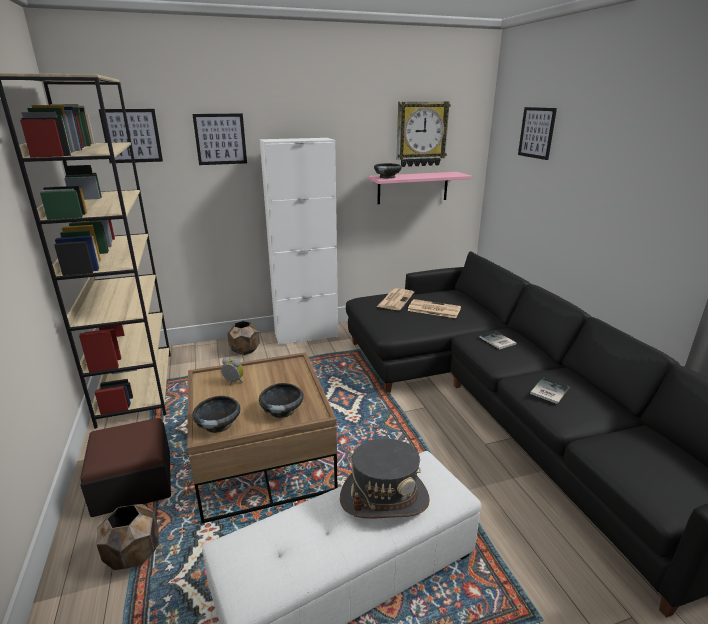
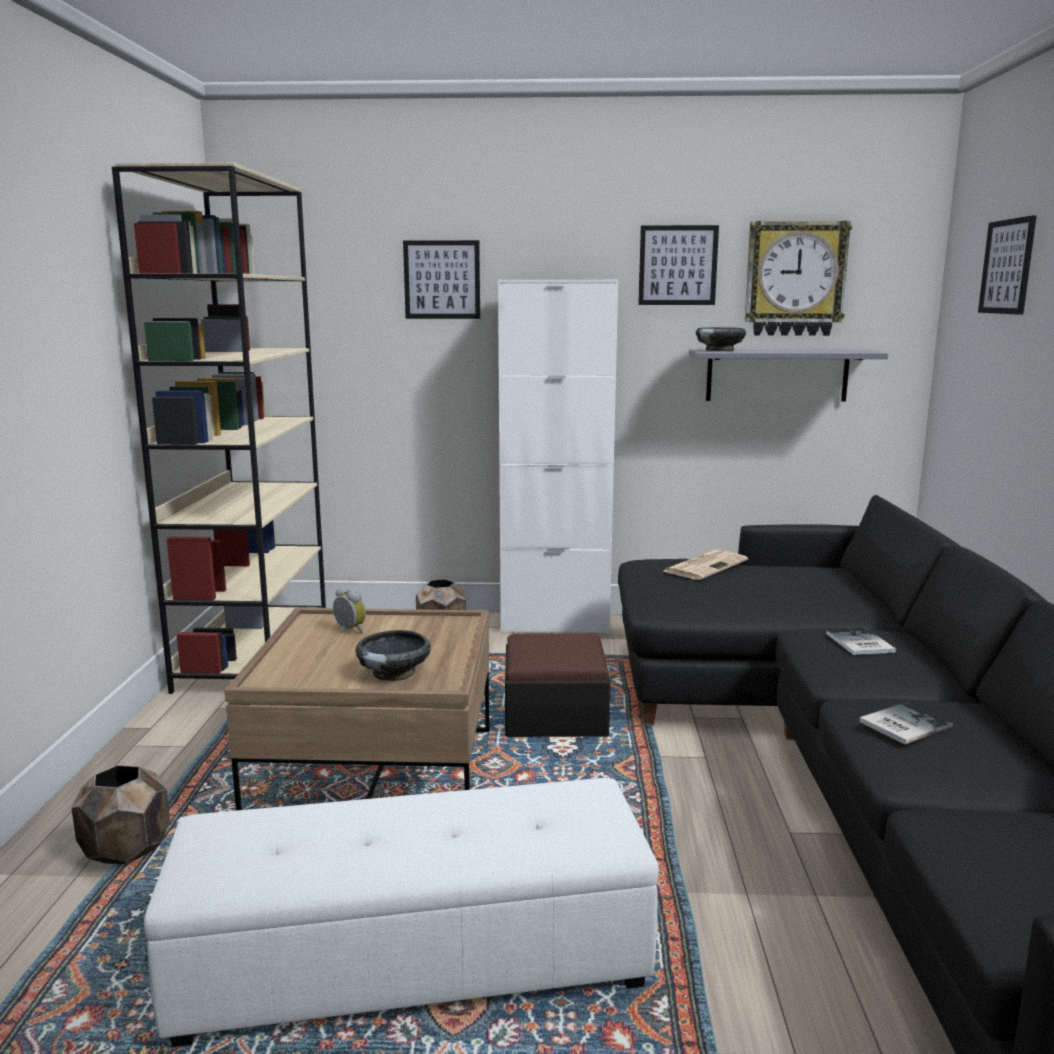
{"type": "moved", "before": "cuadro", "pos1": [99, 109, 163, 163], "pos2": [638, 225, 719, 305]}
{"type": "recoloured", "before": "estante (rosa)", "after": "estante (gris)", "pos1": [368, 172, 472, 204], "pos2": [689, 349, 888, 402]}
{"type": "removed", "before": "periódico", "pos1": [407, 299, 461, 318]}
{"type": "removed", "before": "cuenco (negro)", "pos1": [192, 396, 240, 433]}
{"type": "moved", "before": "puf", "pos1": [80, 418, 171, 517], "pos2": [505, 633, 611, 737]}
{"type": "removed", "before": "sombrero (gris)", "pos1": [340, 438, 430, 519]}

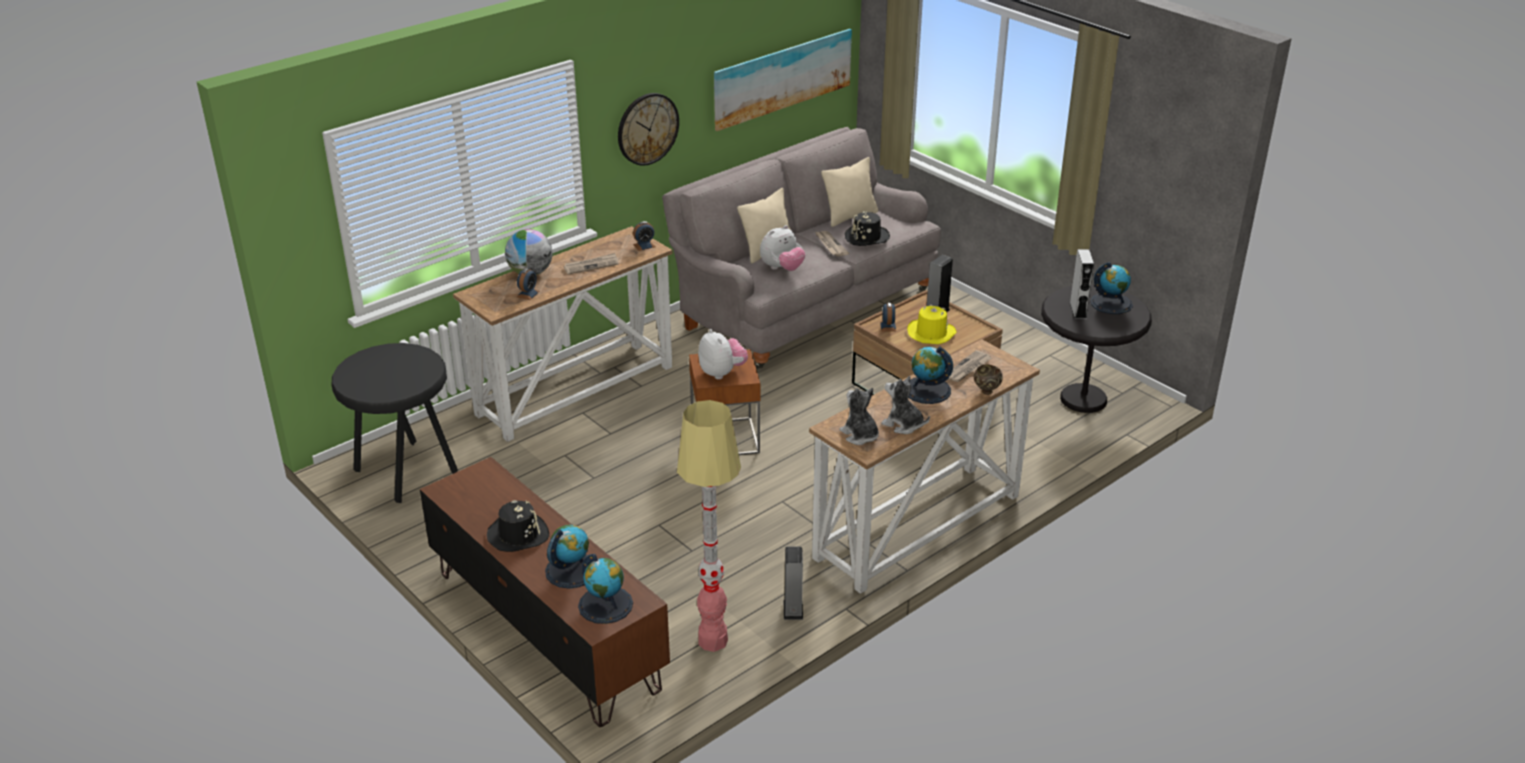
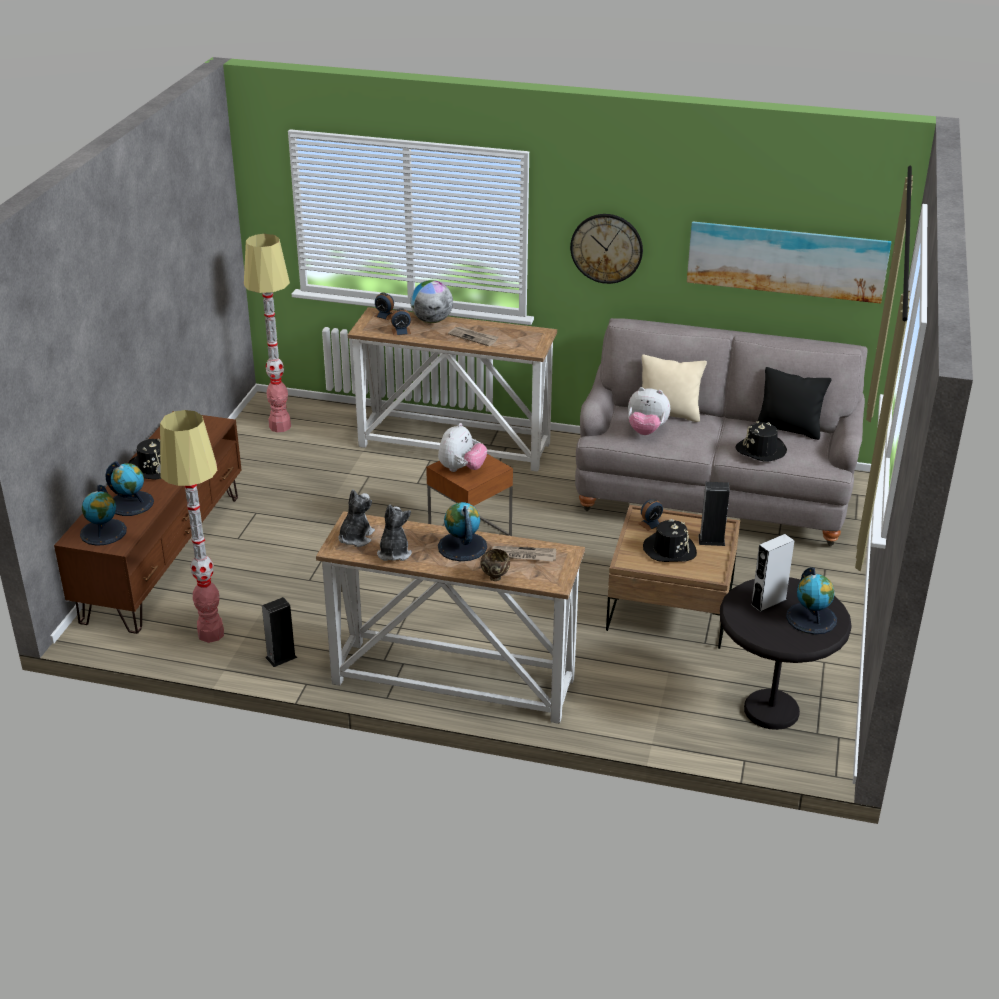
{"type": "recoloured", "before": "cojín (beis)", "after": "cojín (negro)", "pos1": [821, 157, 878, 227], "pos2": [757, 367, 831, 440]}
{"type": "moved", "before": "despertador", "pos1": [633, 221, 655, 251], "pos2": [374, 292, 394, 320]}
{"type": "removed", "before": "periódico", "pos1": [815, 231, 849, 257]}
{"type": "recoloured", "before": "sombrero (amarillo)", "after": "sombrero (negro)", "pos1": [907, 304, 957, 344], "pos2": [643, 519, 697, 562]}
{"type": "replaced", "before": "taburete (negro)", "after": "lámpara de pie", "pos1": [332, 343, 458, 503], "pos2": [244, 234, 291, 432]}

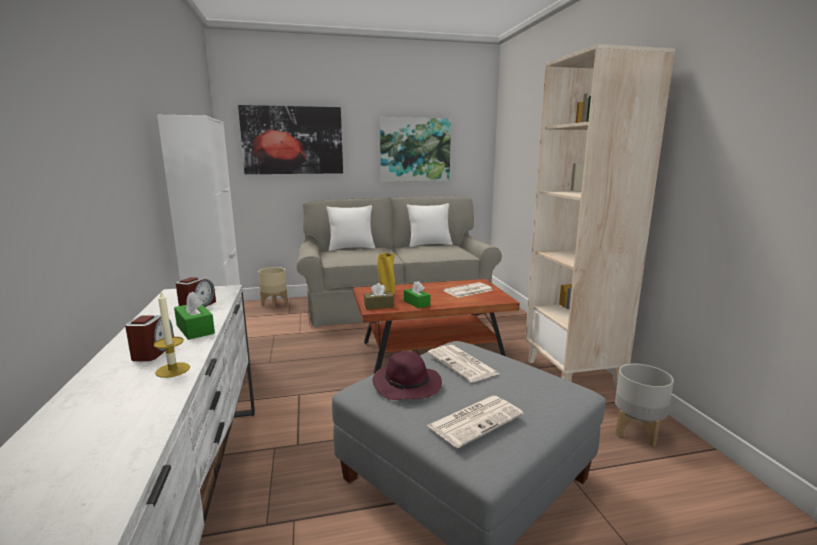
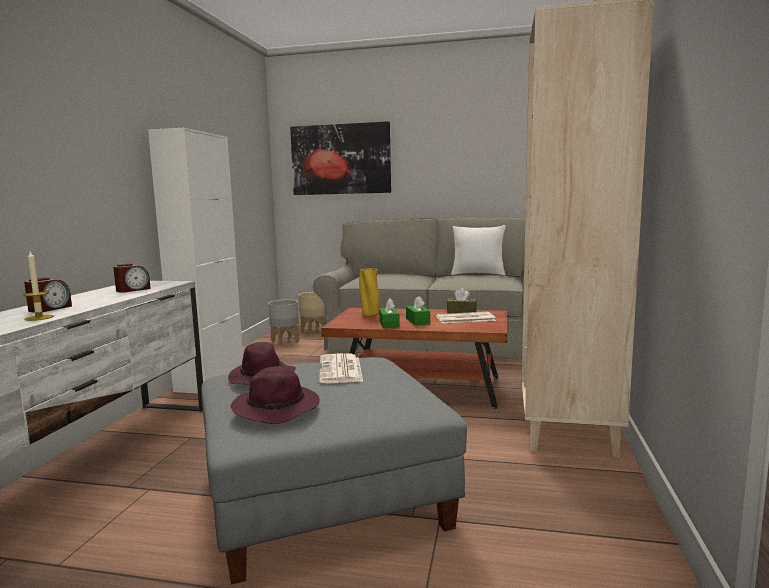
{"type": "removed", "before": "cuadro", "pos1": [380, 117, 451, 182]}
{"type": "removed", "before": "cojín (blanco)", "pos1": [326, 205, 375, 251]}
{"type": "moved", "before": "caja de pañuelos (marrón)", "pos1": [364, 283, 394, 309], "pos2": [447, 288, 477, 313]}
{"type": "moved", "before": "caja de pañuelos (verde)", "pos1": [174, 291, 215, 340], "pos2": [406, 296, 430, 325]}
{"type": "moved", "before": "maceta (gris)", "pos1": [615, 363, 674, 447], "pos2": [268, 300, 299, 345]}
{"type": "replaced", "before": "periódico", "after": "sombrero (morado)", "pos1": [427, 396, 524, 448], "pos2": [231, 366, 320, 424]}

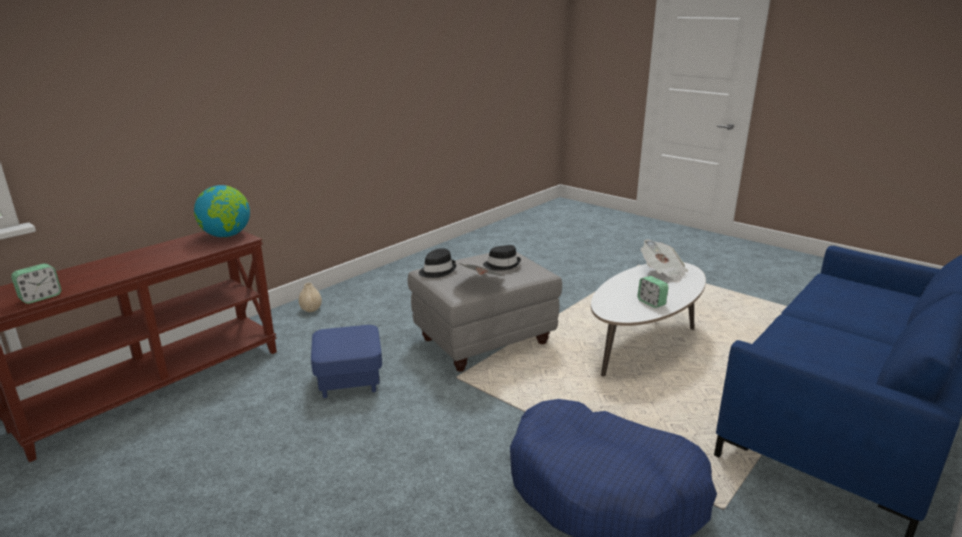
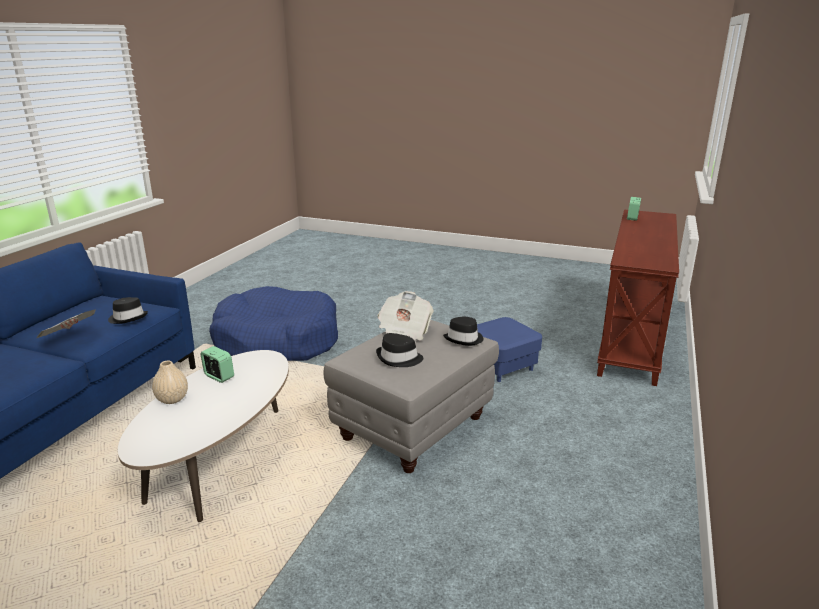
{"type": "removed", "before": "globo terráqueo", "pos1": [194, 185, 250, 237]}
{"type": "moved", "before": "periódico", "pos1": [641, 240, 688, 282], "pos2": [37, 310, 96, 338]}
{"type": "moved", "before": "florero (beis)", "pos1": [299, 283, 322, 312], "pos2": [152, 361, 188, 404]}
{"type": "added", "after": "sombrero (negro)", "pos2": [108, 297, 148, 324]}

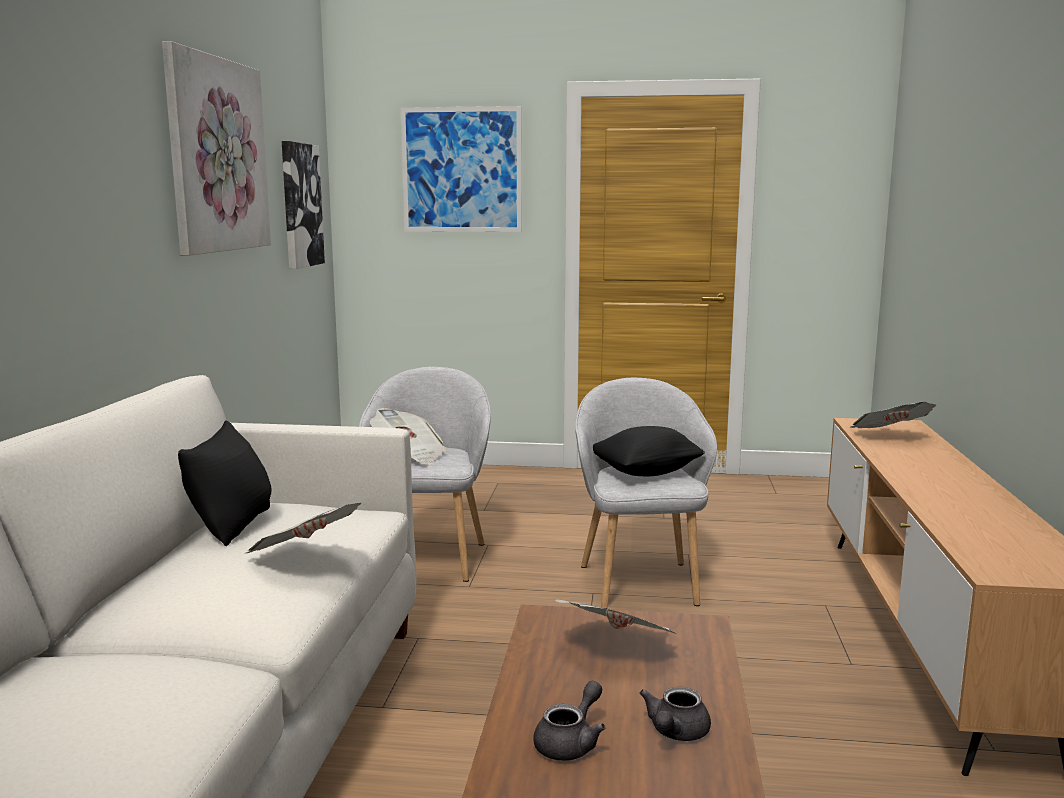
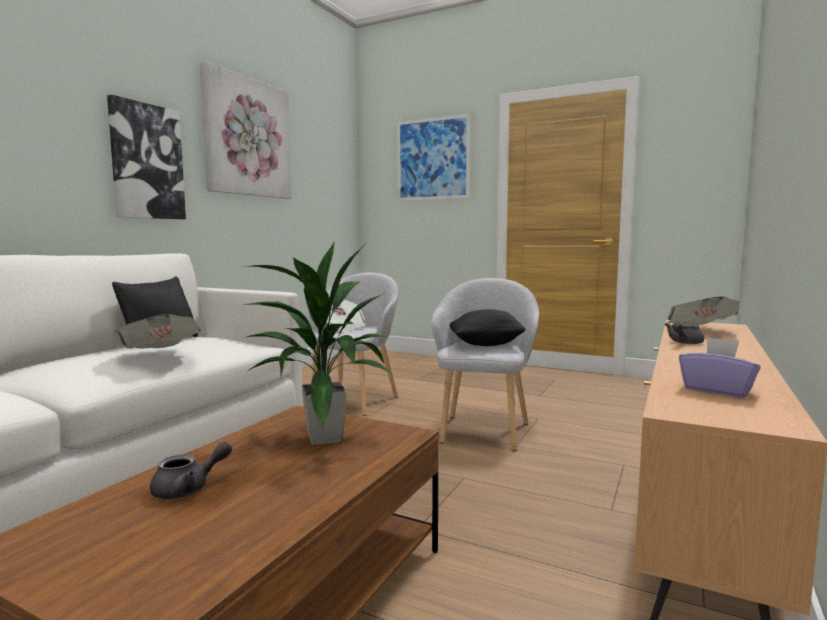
{"type": "moved", "before": "cuadro", "pos1": [282, 141, 325, 269], "pos2": [107, 95, 186, 219]}
{"type": "replaced", "before": "periódico", "after": "planta en maceta", "pos1": [556, 599, 676, 634], "pos2": [247, 241, 393, 445]}
{"type": "moved", "before": "tetera (gris)", "pos1": [639, 687, 711, 741], "pos2": [665, 322, 704, 344]}
{"type": "added", "after": "caja de pañuelos (morado)", "pos2": [679, 337, 761, 398]}

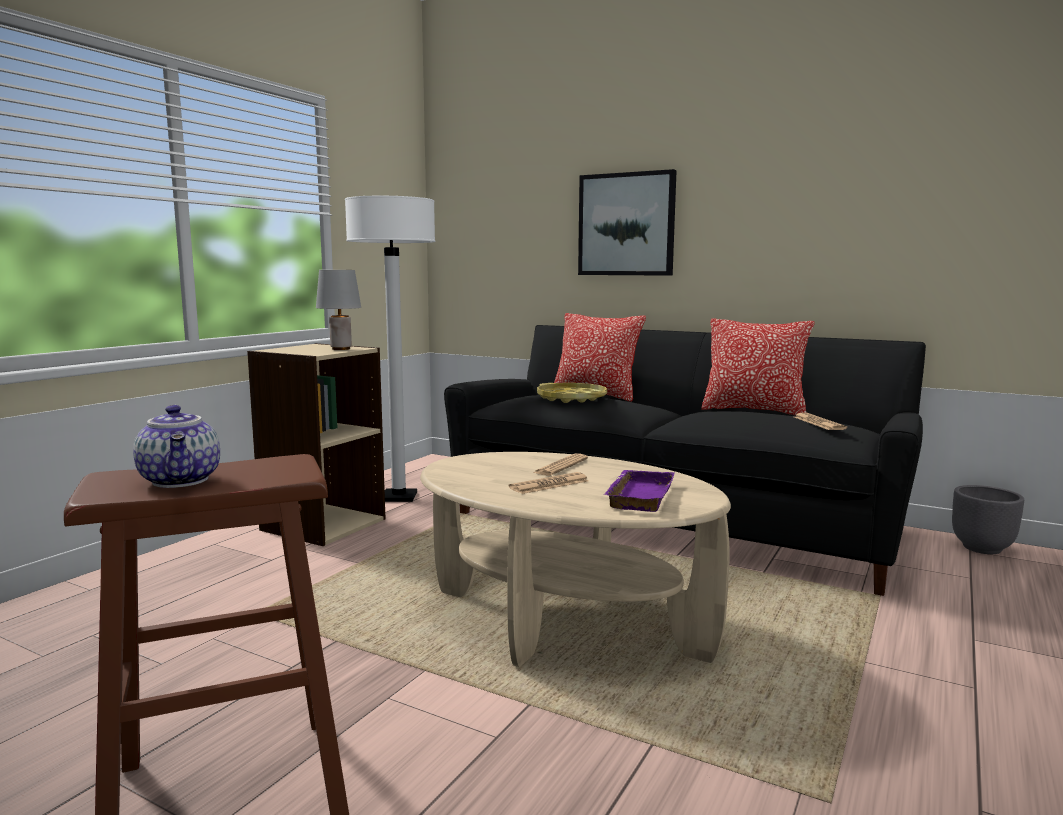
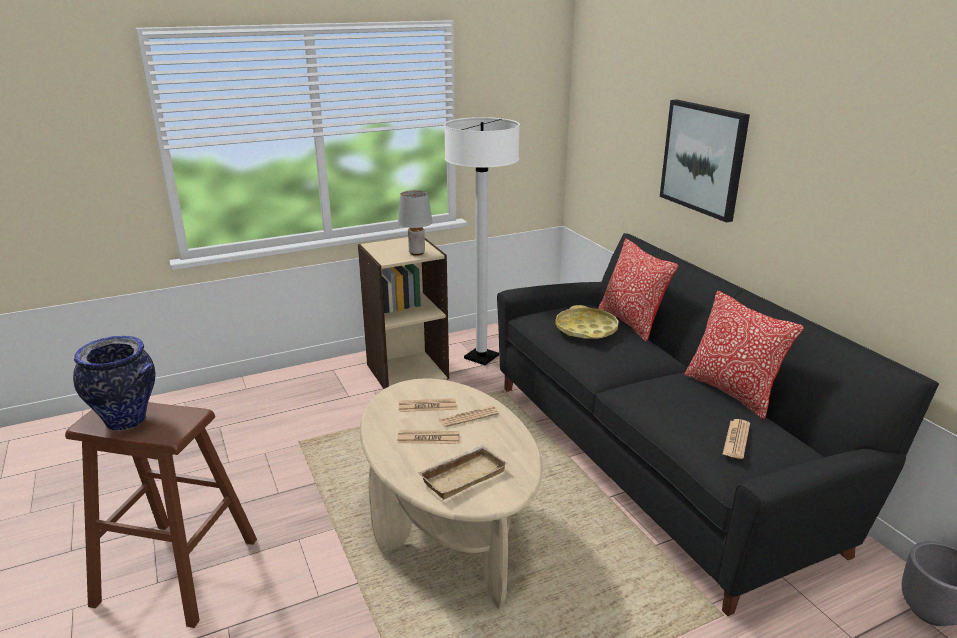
{"type": "replaced", "before": "tetera", "after": "florero", "pos1": [133, 405, 220, 488], "pos2": [73, 336, 156, 431]}
{"type": "recoloured", "before": "bandeja (morado)", "after": "bandeja (beis)", "pos1": [604, 470, 675, 512], "pos2": [418, 445, 508, 499]}
{"type": "added", "after": "periódico", "pos2": [399, 398, 456, 412]}

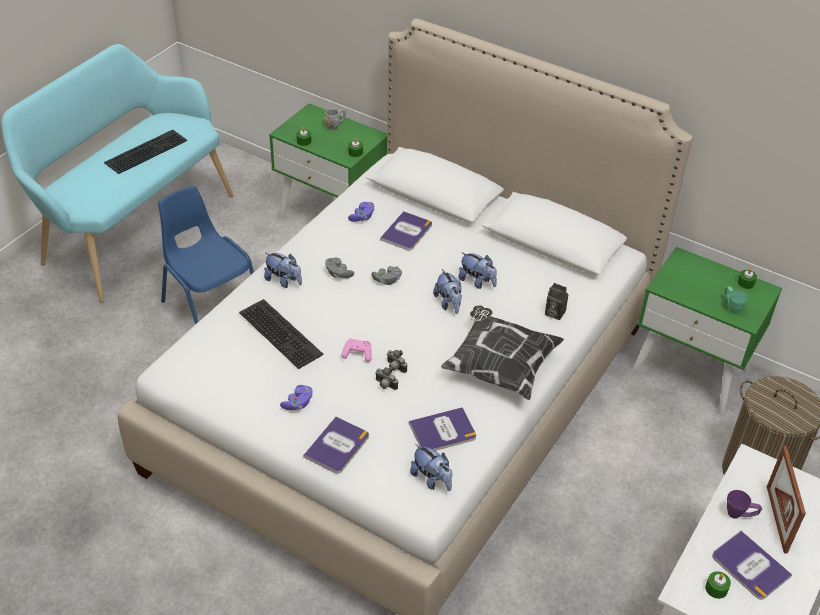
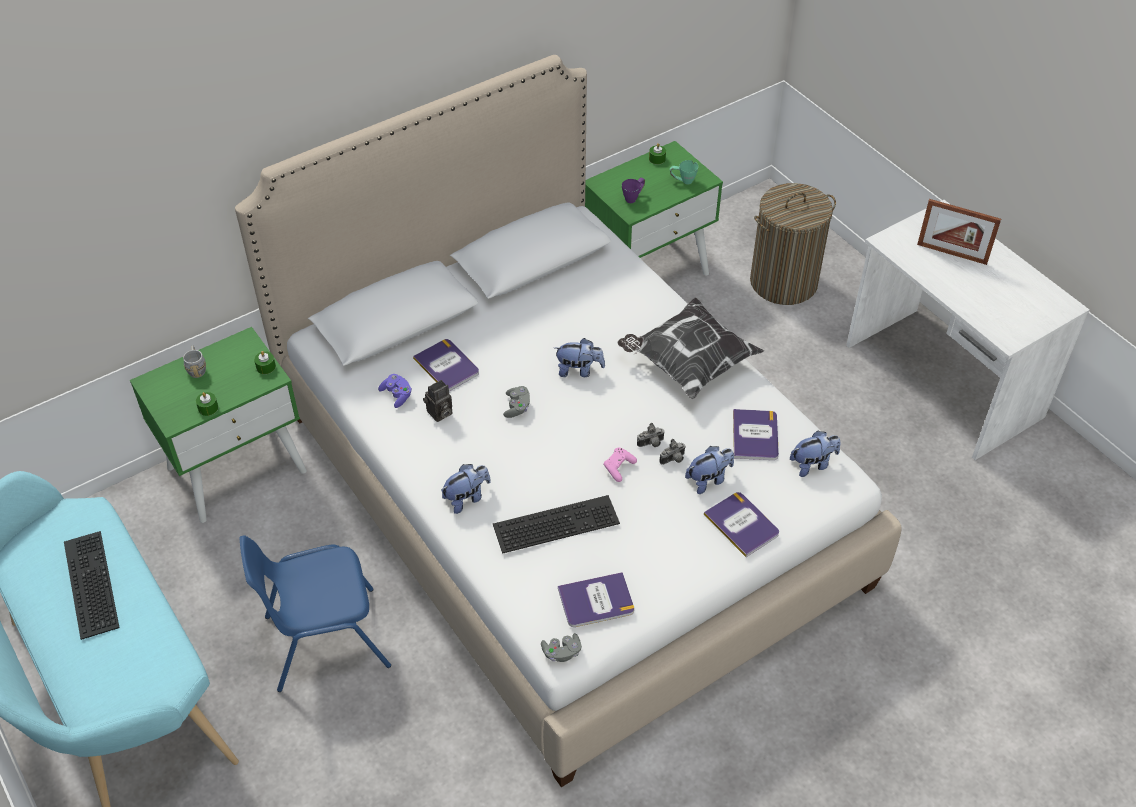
{"type": "moved", "before": "peluche", "pos1": [458, 252, 497, 289], "pos2": [685, 446, 734, 494]}
{"type": "moved", "before": "mando de consola (gris)", "pos1": [325, 258, 354, 278], "pos2": [541, 633, 582, 662]}
{"type": "moved", "before": "cámara", "pos1": [545, 283, 568, 320], "pos2": [423, 380, 452, 422]}
{"type": "removed", "before": "mando de consola (morado)", "pos1": [280, 385, 313, 410]}
{"type": "moved", "before": "taza grande (morado)", "pos1": [727, 490, 762, 519], "pos2": [622, 178, 645, 203]}
{"type": "moved", "before": "libro", "pos1": [712, 531, 792, 600], "pos2": [558, 572, 634, 627]}
{"type": "removed", "before": "vela (verde)", "pos1": [705, 571, 731, 599]}

